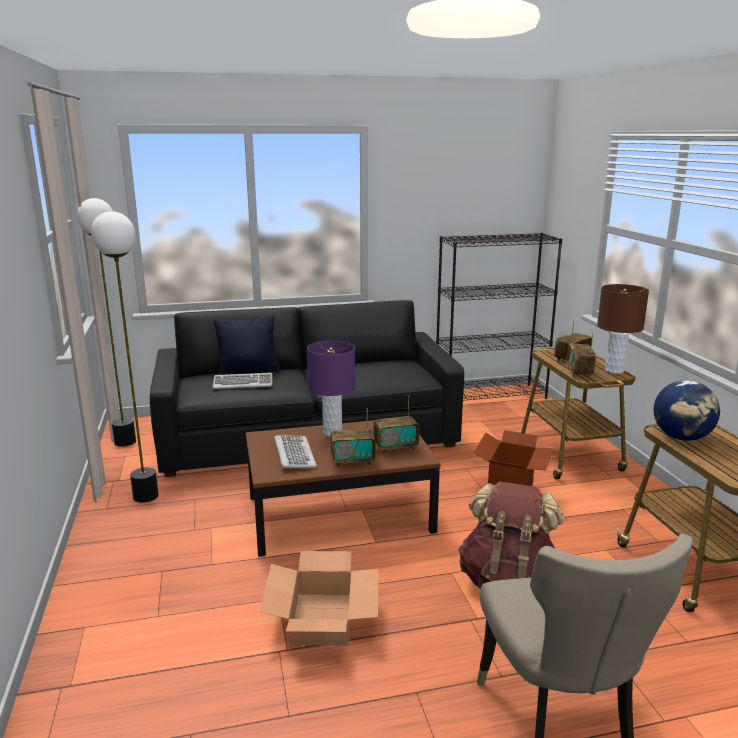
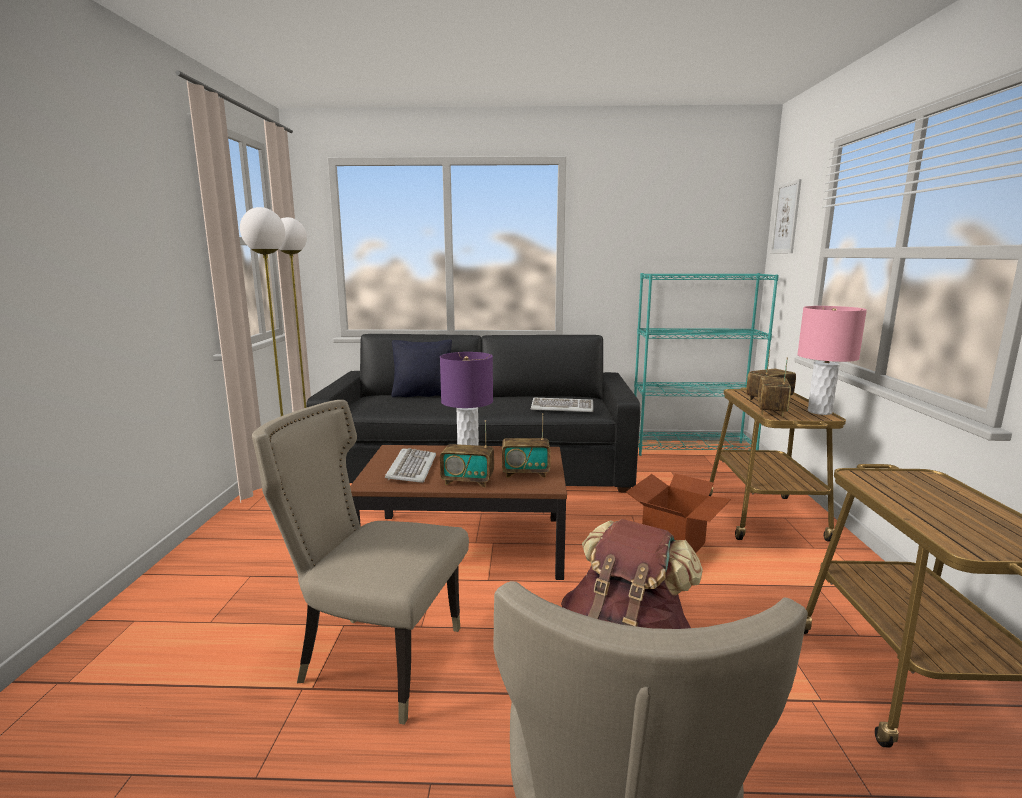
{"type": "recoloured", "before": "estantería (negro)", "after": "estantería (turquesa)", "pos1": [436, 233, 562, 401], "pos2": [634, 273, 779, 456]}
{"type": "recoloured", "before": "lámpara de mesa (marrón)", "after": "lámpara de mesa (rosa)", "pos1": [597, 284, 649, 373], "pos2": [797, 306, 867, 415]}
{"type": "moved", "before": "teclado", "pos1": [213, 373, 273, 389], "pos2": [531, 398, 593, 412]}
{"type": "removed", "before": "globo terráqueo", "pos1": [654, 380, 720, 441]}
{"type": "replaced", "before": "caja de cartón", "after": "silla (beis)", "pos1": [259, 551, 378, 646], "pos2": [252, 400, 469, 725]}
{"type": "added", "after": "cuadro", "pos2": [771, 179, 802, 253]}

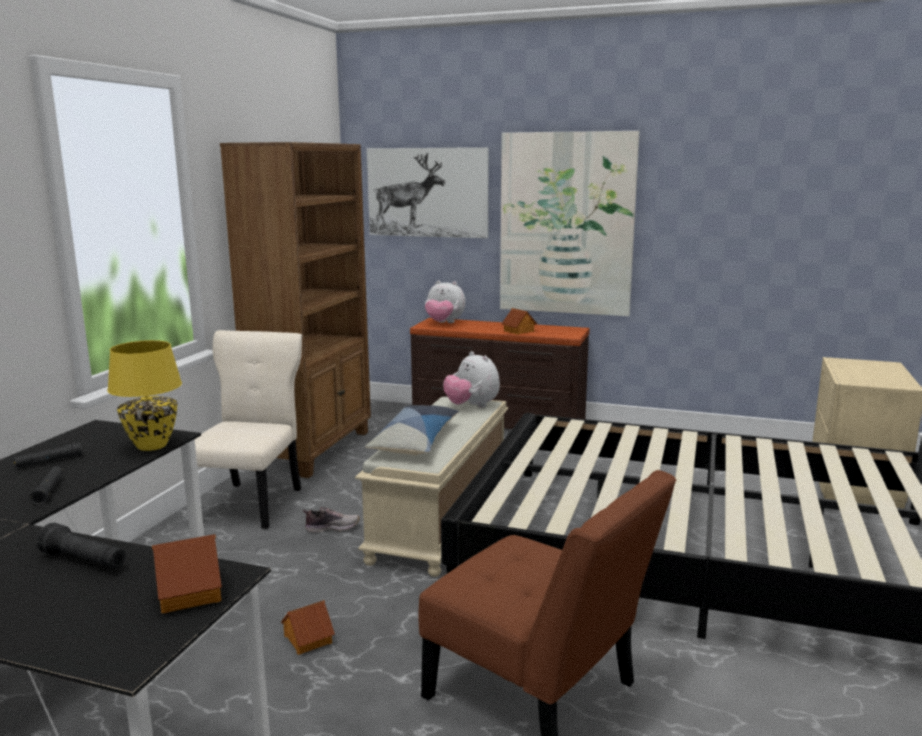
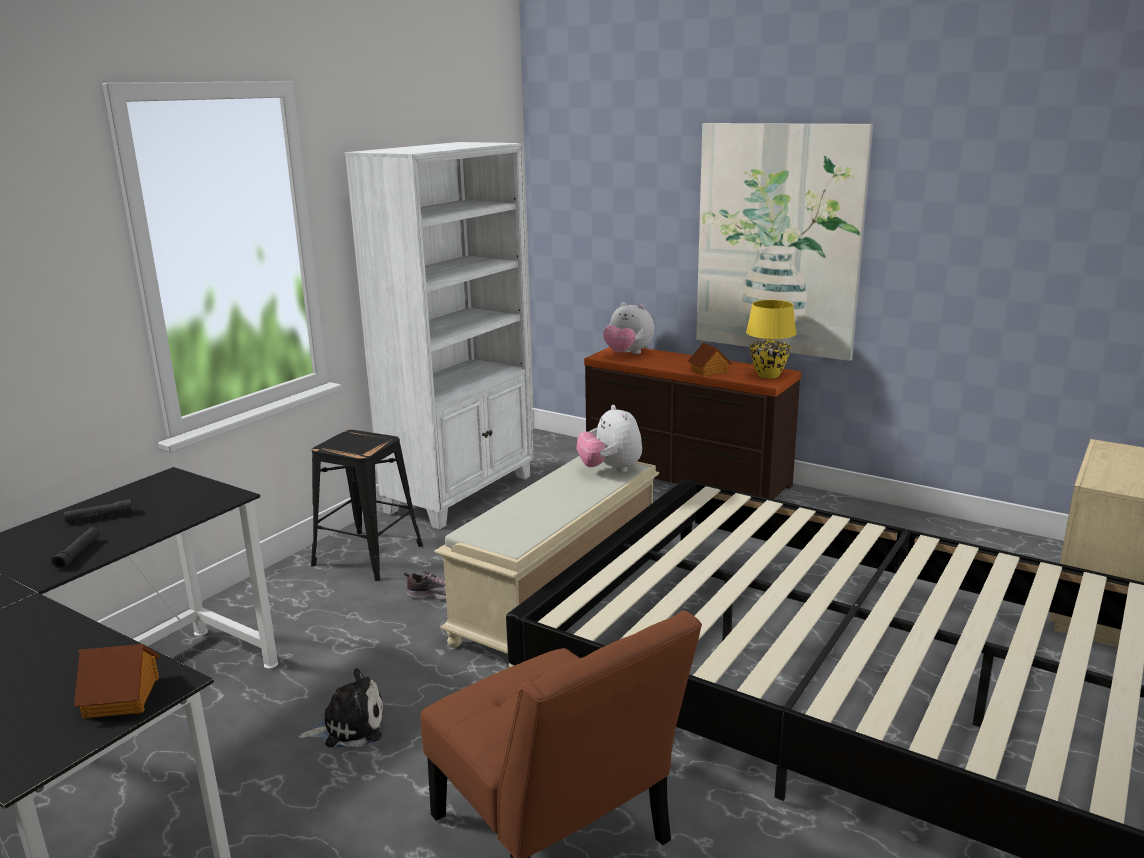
{"type": "recoloured", "before": "estantería (marrón)", "after": "estantería (blanco)", "pos1": [220, 142, 371, 478], "pos2": [345, 142, 533, 529]}
{"type": "removed", "before": "cuadro", "pos1": [367, 147, 489, 238]}
{"type": "replaced", "before": "silla (beis)", "after": "taburete (negro)", "pos1": [195, 330, 302, 529], "pos2": [311, 430, 423, 581]}
{"type": "moved", "before": "lámpara de mesa (amarillo)", "pos1": [107, 340, 182, 451], "pos2": [746, 300, 796, 379]}
{"type": "removed", "before": "cojín", "pos1": [365, 405, 459, 455]}
{"type": "removed", "before": "linterna (negro)", "pos1": [36, 523, 126, 568]}
{"type": "replaced", "before": "casita", "after": "peluche", "pos1": [281, 600, 335, 655], "pos2": [299, 668, 383, 747]}

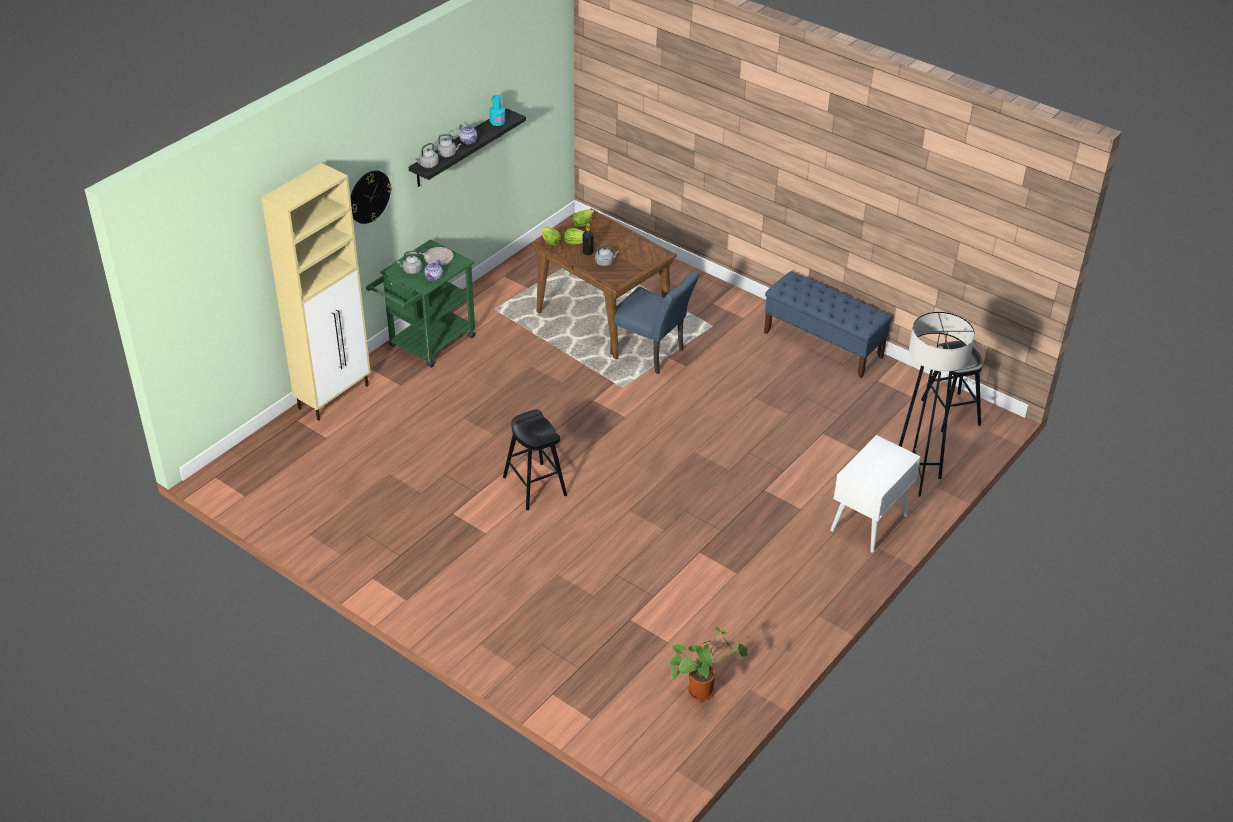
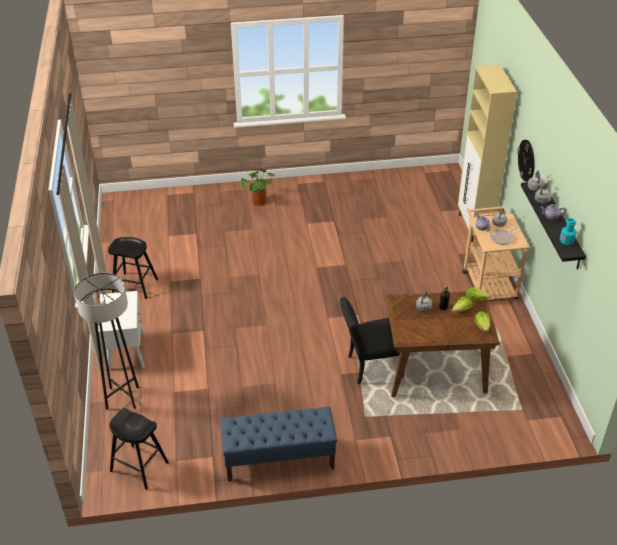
{"type": "recoloured", "before": "carrito (verde)", "after": "carrito (beis)", "pos1": [366, 240, 475, 368], "pos2": [462, 205, 530, 300]}
{"type": "recoloured", "before": "silla (azul)", "after": "silla (negro)", "pos1": [610, 271, 699, 374], "pos2": [340, 297, 404, 384]}
{"type": "moved", "before": "taburete (negro)", "pos1": [503, 409, 567, 510], "pos2": [108, 237, 158, 299]}
{"type": "moved", "before": "planta en maceta", "pos1": [669, 626, 748, 701], "pos2": [241, 169, 276, 206]}

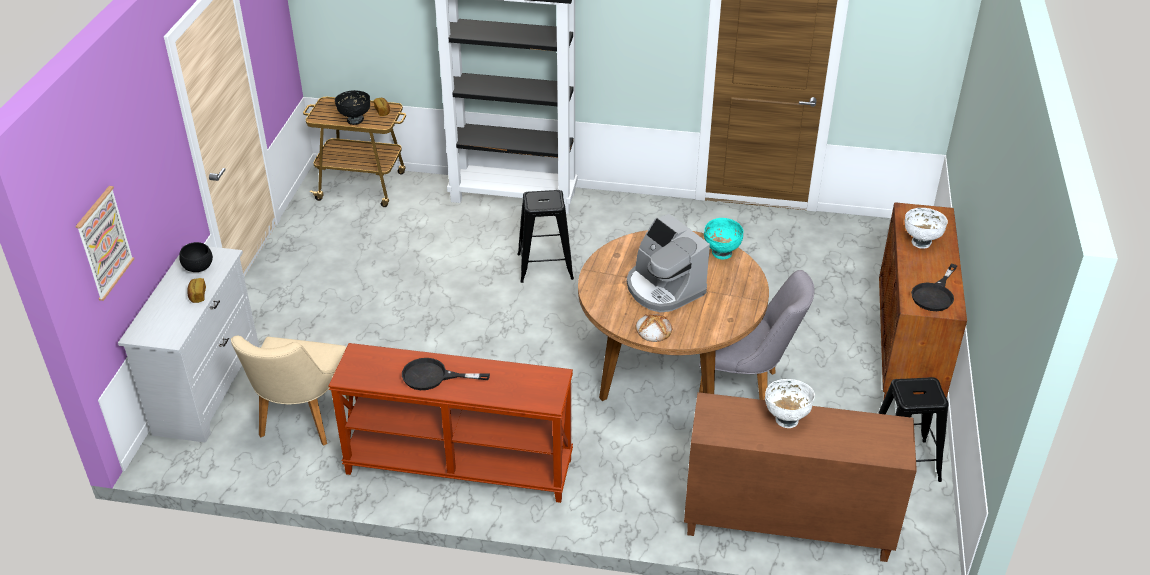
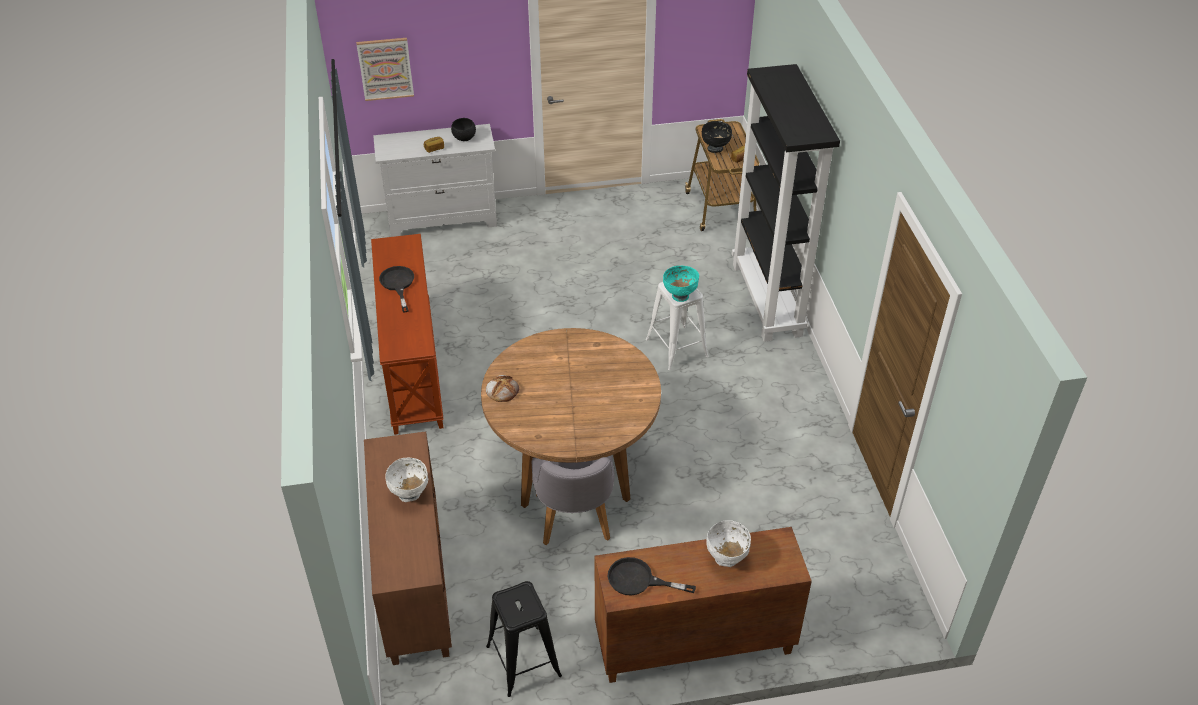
{"type": "recoloured", "before": "taburete (negro)", "after": "taburete (blanco)", "pos1": [517, 190, 574, 283], "pos2": [646, 282, 708, 370]}
{"type": "removed", "before": "cafetera", "pos1": [627, 214, 710, 312]}
{"type": "moved", "before": "cuenco (turquesa)", "pos1": [704, 218, 744, 259], "pos2": [663, 266, 699, 302]}
{"type": "removed", "before": "silla (beis)", "pos1": [231, 336, 349, 446]}

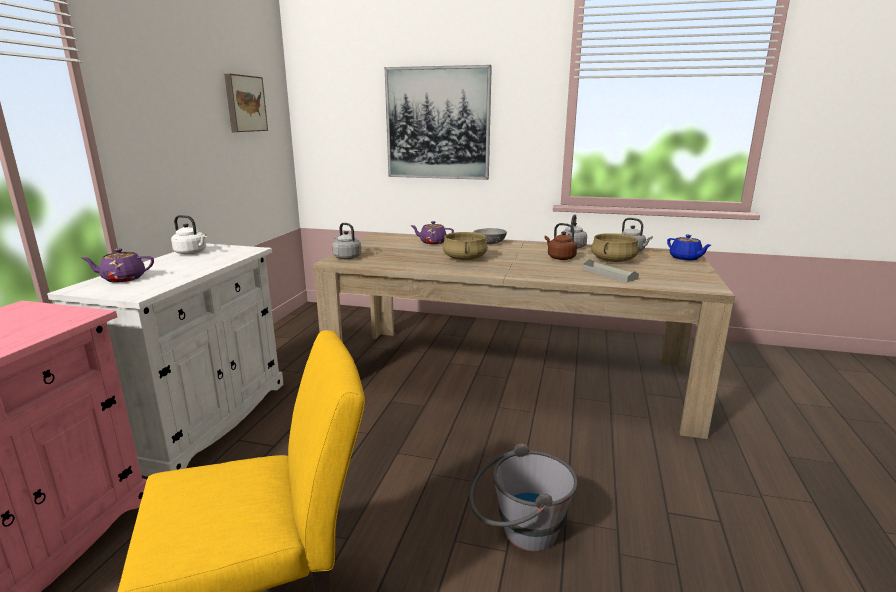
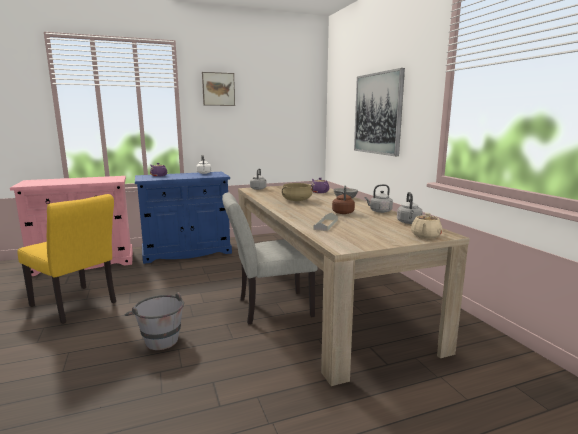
{"type": "moved", "before": "cuadro", "pos1": [224, 74, 268, 132], "pos2": [202, 72, 235, 106]}
{"type": "removed", "before": "olla (beis)", "pos1": [591, 233, 639, 262]}
{"type": "recoloured", "before": "tetera (azul)", "after": "tetera (beis)", "pos1": [667, 234, 711, 261], "pos2": [411, 213, 443, 239]}
{"type": "recoloured", "before": "armario (blanco)", "after": "armario (azul)", "pos1": [47, 243, 284, 477], "pos2": [135, 172, 232, 264]}
{"type": "added", "after": "silla (gris)", "pos2": [222, 192, 317, 324]}

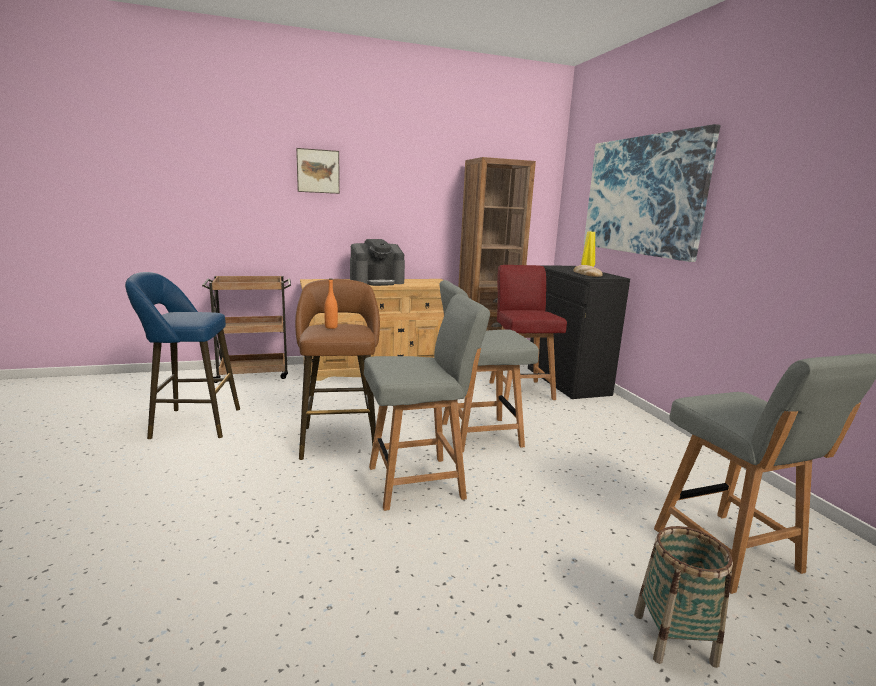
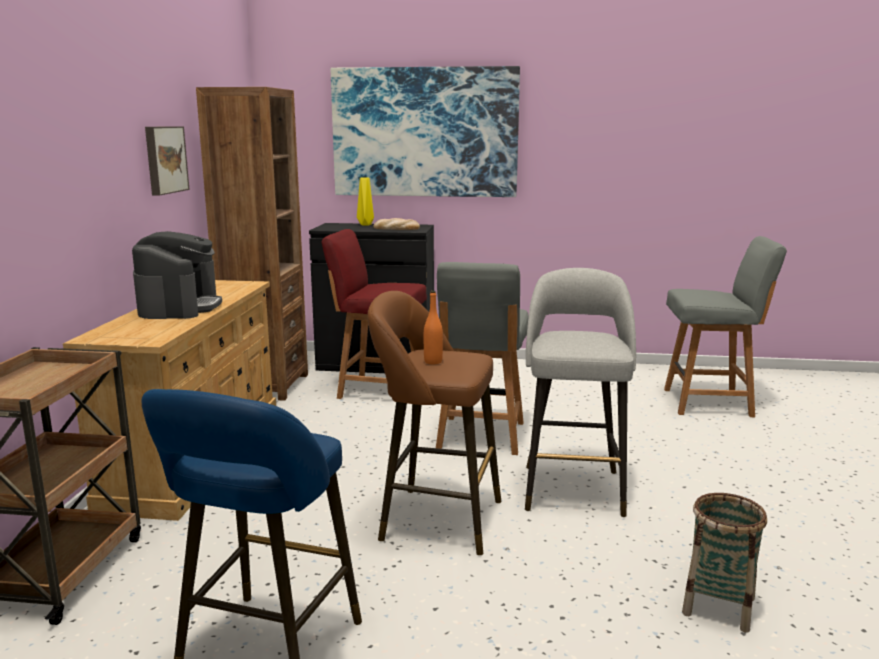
{"type": "moved", "before": "cuadro", "pos1": [296, 148, 340, 194], "pos2": [145, 126, 190, 196]}
{"type": "replaced", "before": "silla (gris)", "after": "taburete (gris)", "pos1": [364, 294, 490, 511], "pos2": [525, 268, 636, 517]}
{"type": "moved", "before": "cesta", "pos1": [634, 526, 733, 668], "pos2": [682, 493, 767, 632]}

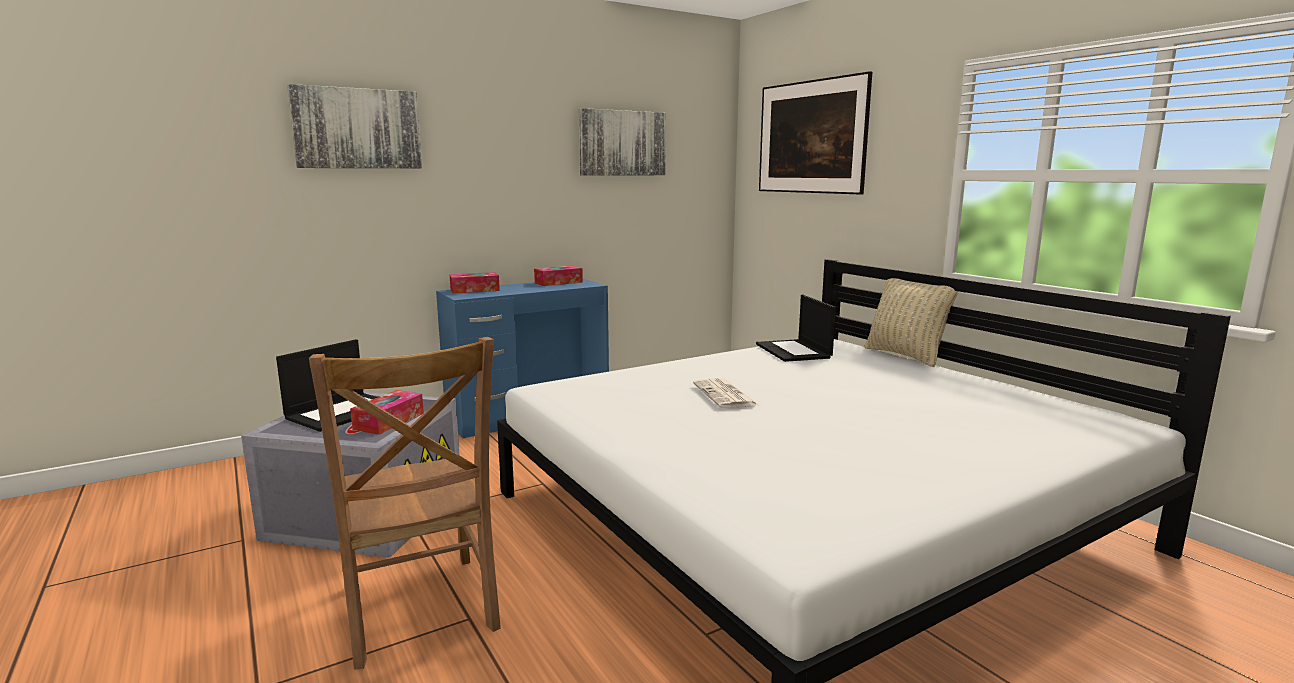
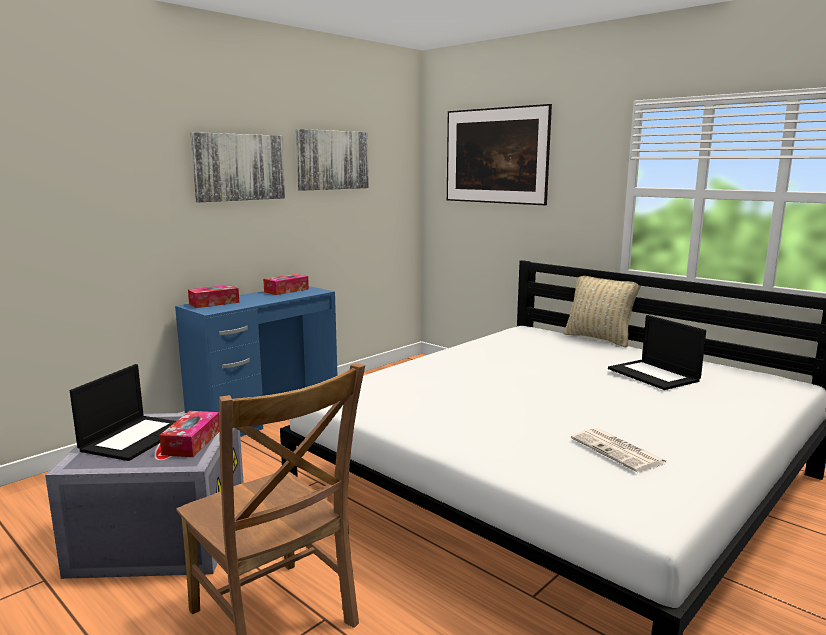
{"type": "moved", "before": "cuadro", "pos1": [287, 84, 422, 168], "pos2": [190, 132, 285, 202]}
{"type": "moved", "before": "portátil", "pos1": [756, 295, 836, 362], "pos2": [608, 315, 706, 390]}
{"type": "moved", "before": "periódico", "pos1": [693, 378, 758, 408], "pos2": [571, 428, 667, 472]}

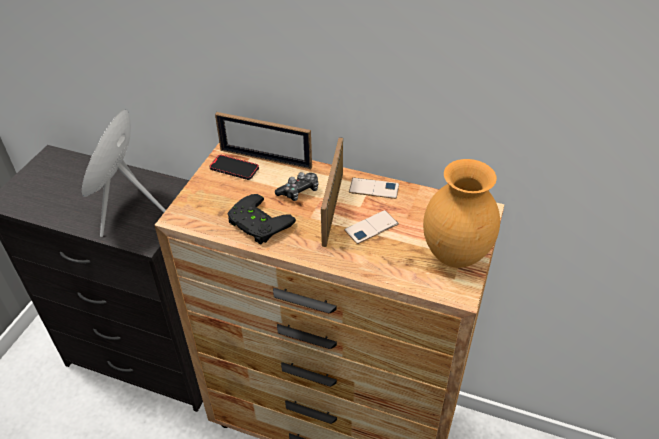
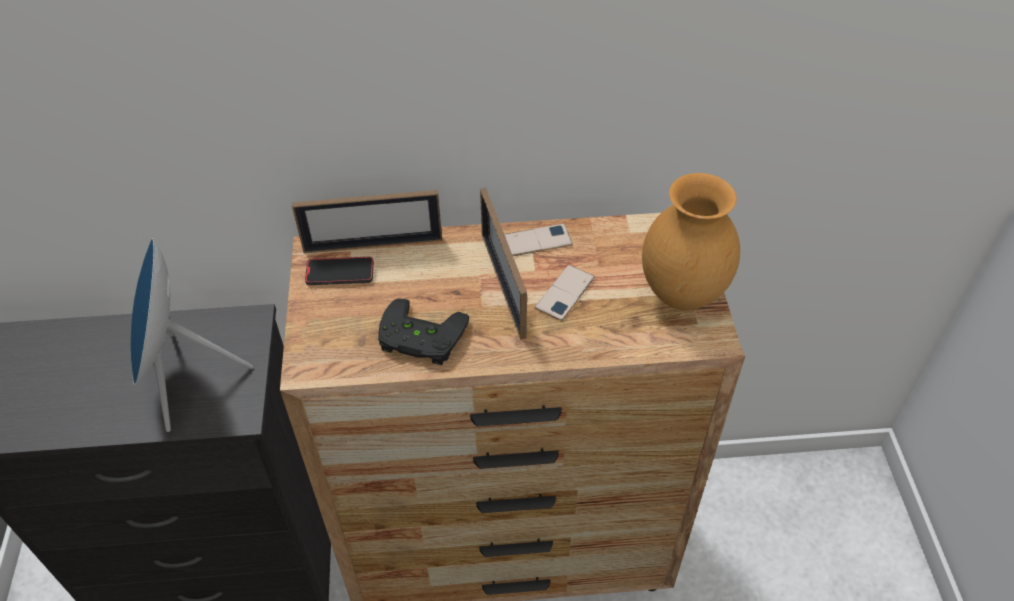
{"type": "removed", "before": "mando de consola", "pos1": [275, 172, 319, 201]}

